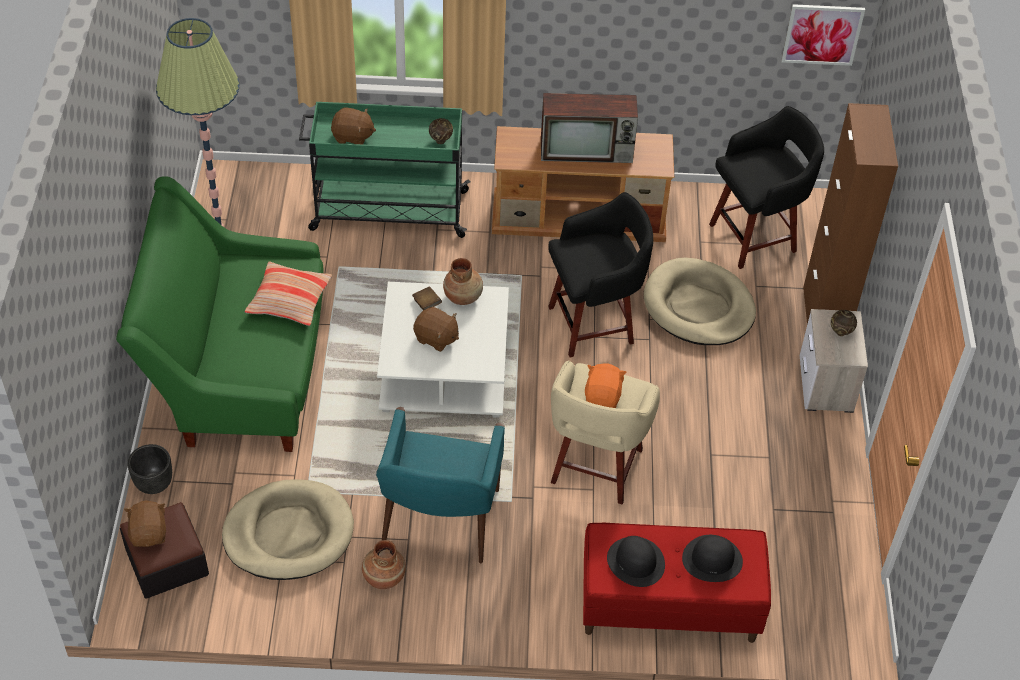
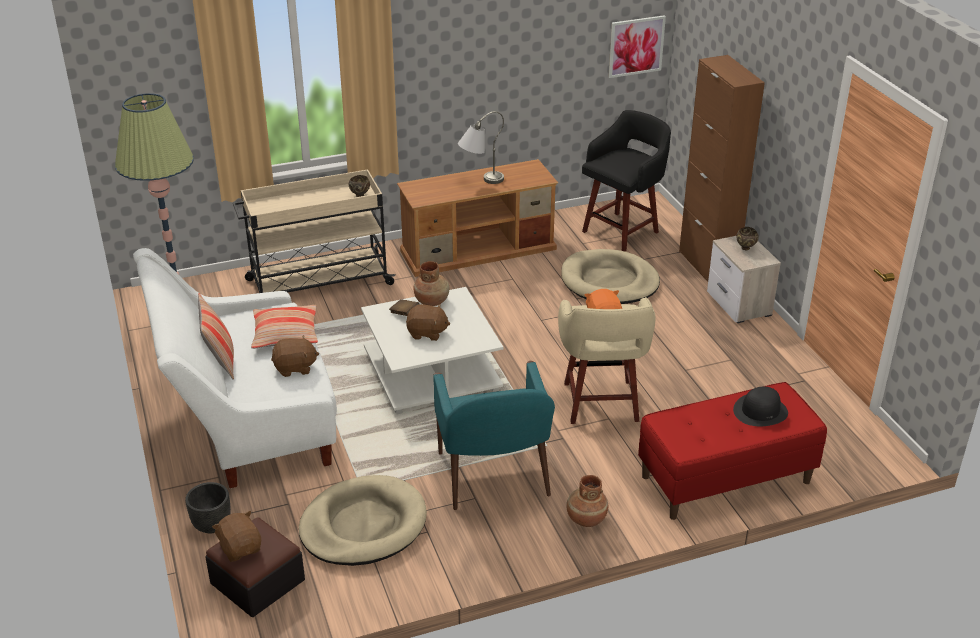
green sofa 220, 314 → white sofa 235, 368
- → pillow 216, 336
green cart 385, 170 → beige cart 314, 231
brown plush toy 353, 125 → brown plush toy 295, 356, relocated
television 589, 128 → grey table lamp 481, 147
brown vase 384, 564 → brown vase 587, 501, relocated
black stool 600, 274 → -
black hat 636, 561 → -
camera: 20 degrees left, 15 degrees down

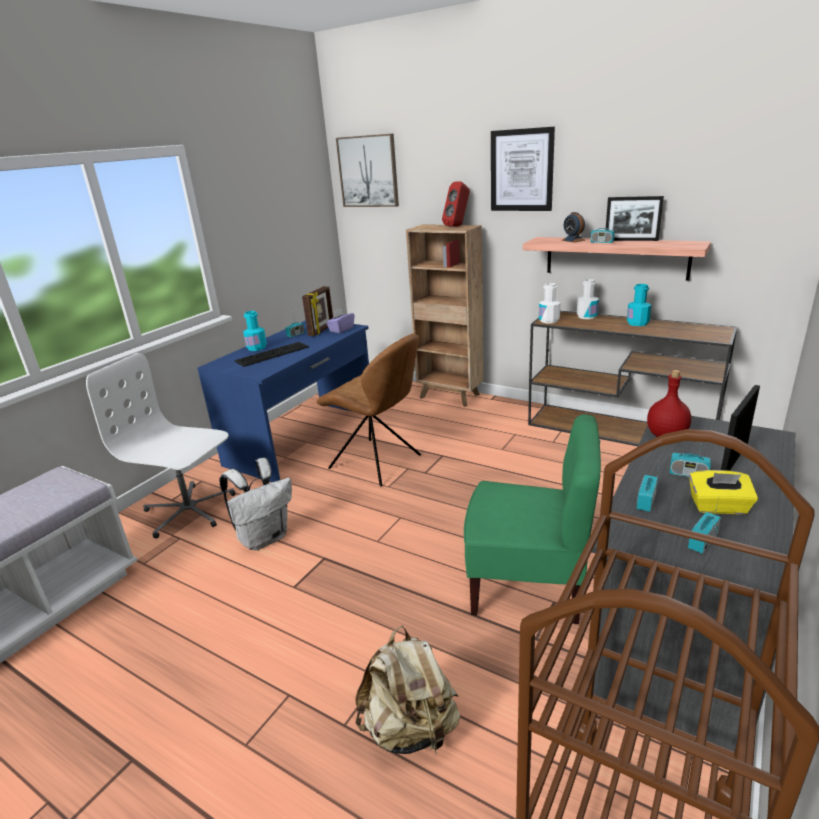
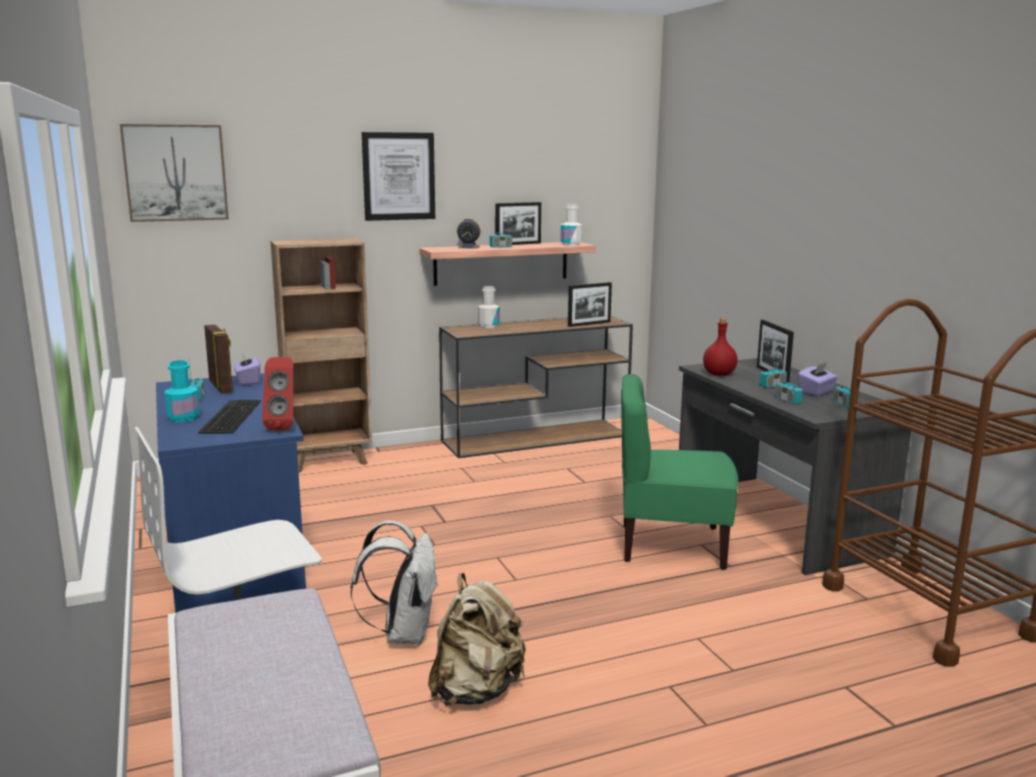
red speaker 456, 204 → red speaker 277, 394, relocated
beige backpack 407, 690 → beige backpack 477, 639, relocated
white bottle 549, 303 → white bottle 571, 224, relocated
- → picture frame 590, 304
green chair 532, 519 → green chair 679, 472, 135 degrees counterclockwise
yellow tissue box 723, 492 → purple tissue box 817, 379
brown chair 369, 410 → -
turquoise bottle 639, 305 → -
camera: 55 degrees left, 10 degrees down

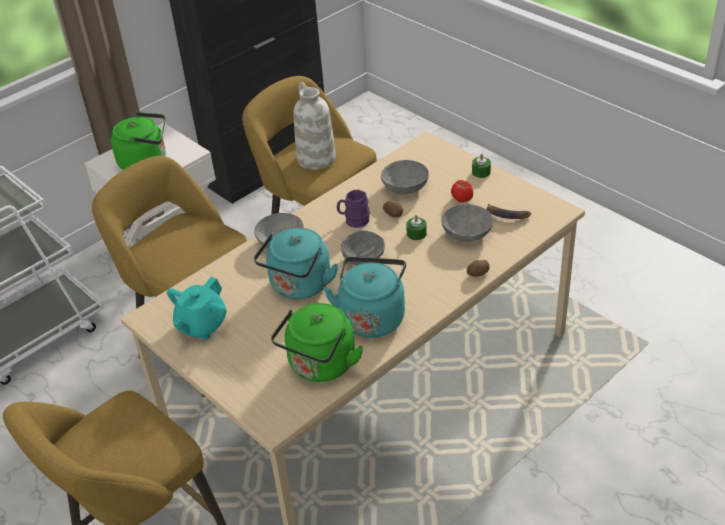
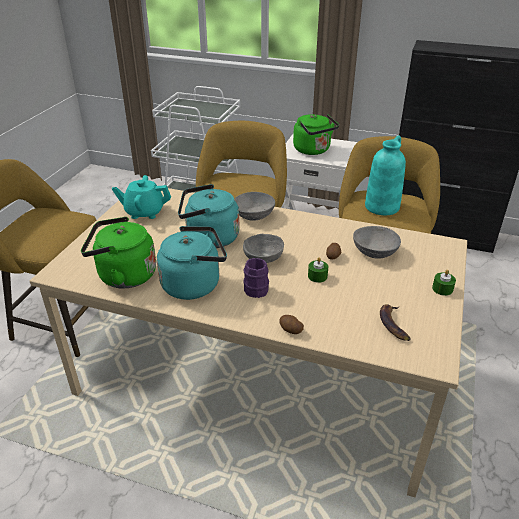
purple mug 353, 209 → purple mug 256, 278, relocated
white vase 315, 126 → turquoise vase 385, 175
grey bowl 467, 223 → -
tomato 462, 191 → -
camera: 60 degrees right, 5 degrees down

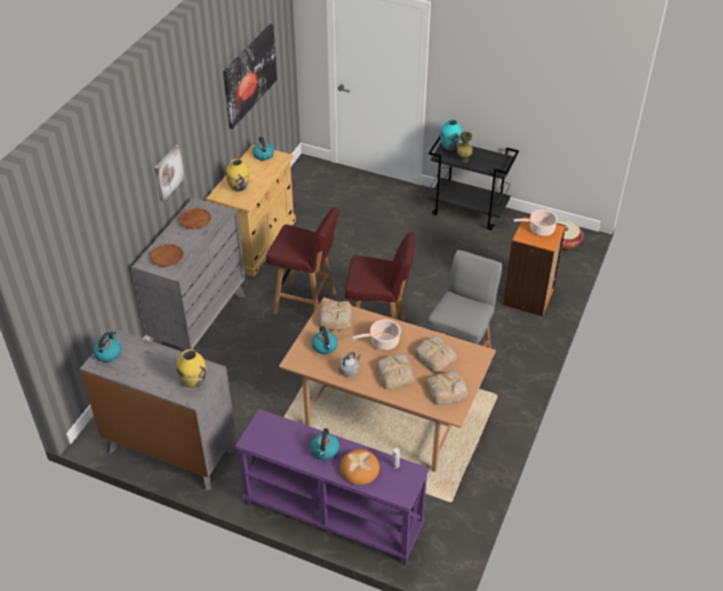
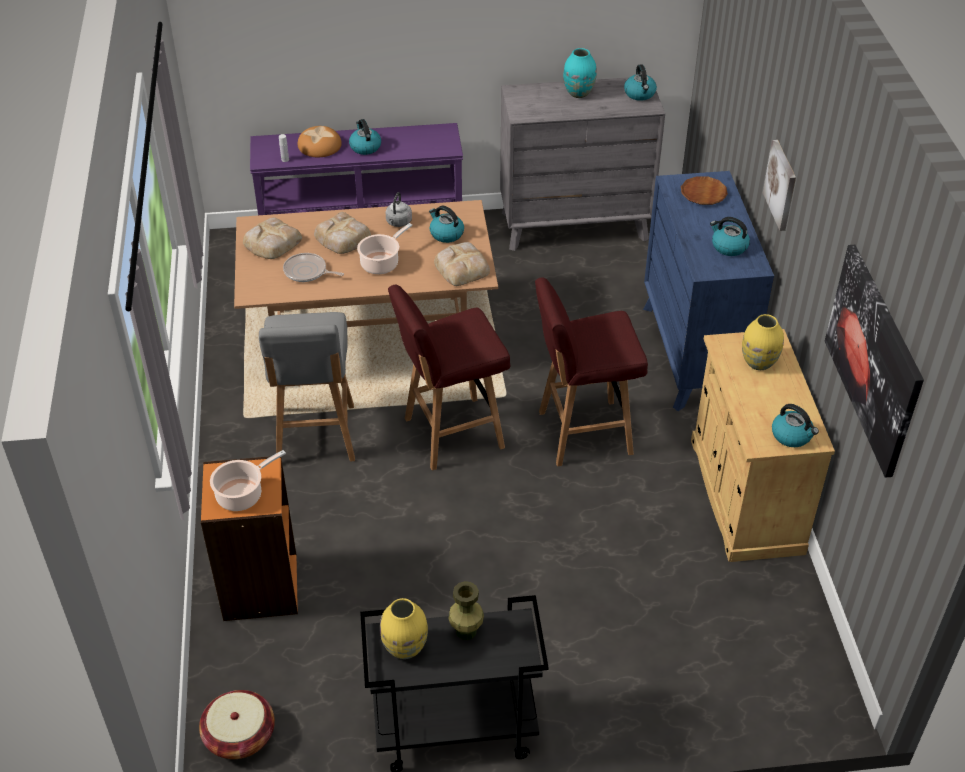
bread 435, 354 → frying pan 313, 267
yellow vase 192, 368 → yellow vase 404, 628, relocated
turquoise vase 451, 134 → turquoise vase 580, 73, relocated
grey dresser 188, 274 → blue dresser 708, 291
brown plate 195, 218 → kettle 730, 236
camera: 150 degrees right, 0 degrees up

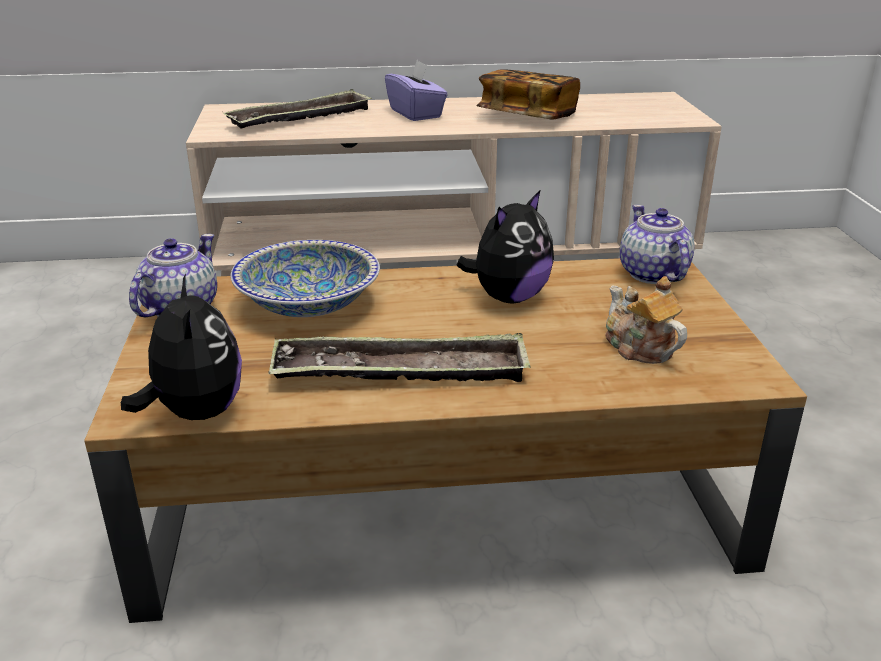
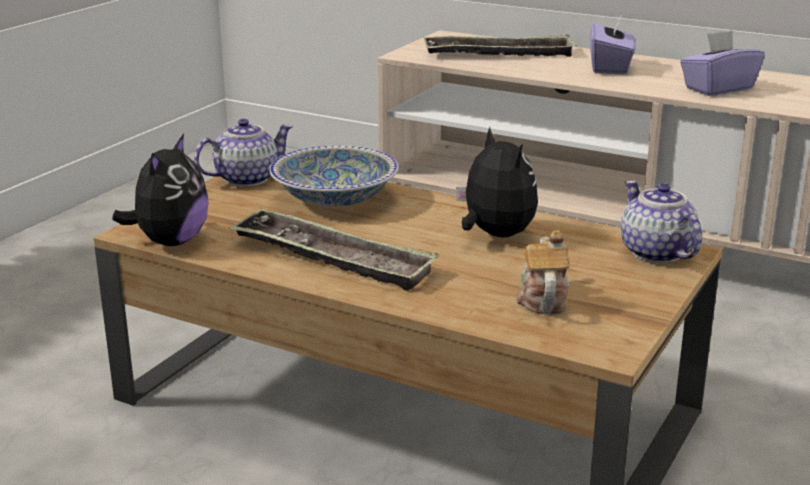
plush toy 505, 246 → plush toy 497, 182, 105 degrees counterclockwise
teapot 657, 244 → teapot 661, 222, 45 degrees counterclockwise
book 528, 94 → purple tissue box 722, 63
camera: 35 degrees right, 5 degrees down

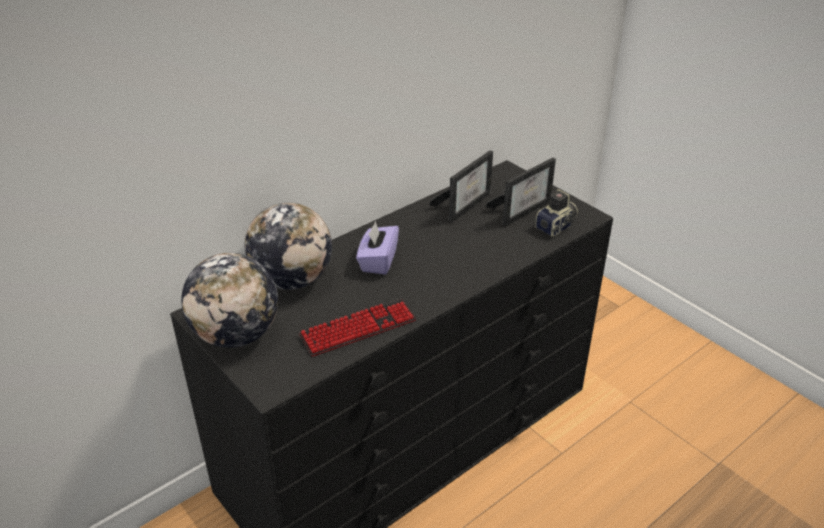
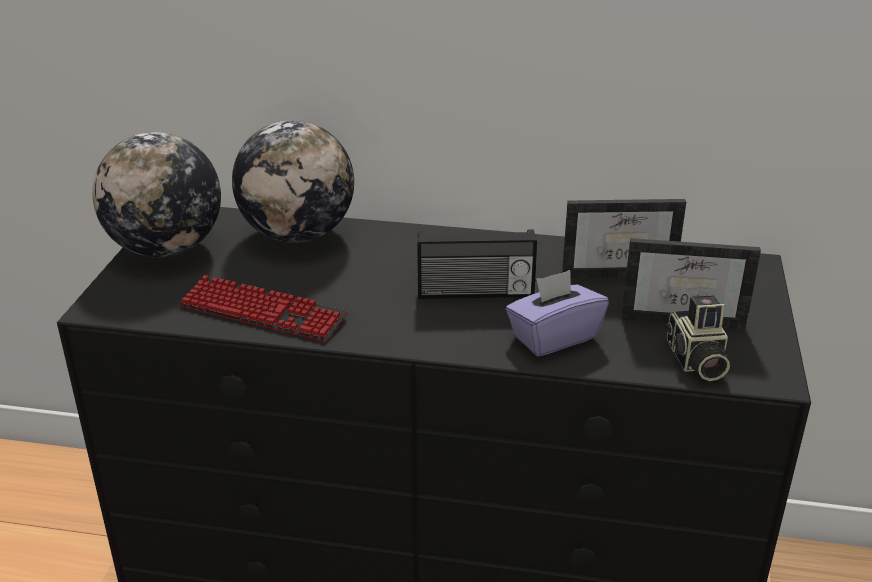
- → radio 477, 264
purple tissue box 377, 248 → purple tissue box 557, 313, relocated
photo camera 556, 213 → photo camera 697, 338, 75 degrees clockwise
camera: 50 degrees right, 5 degrees down

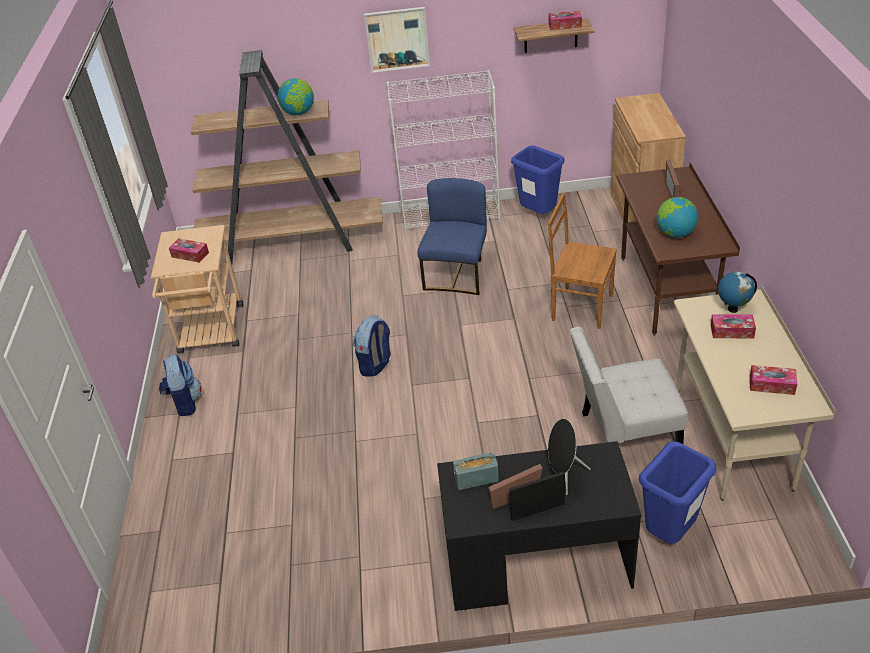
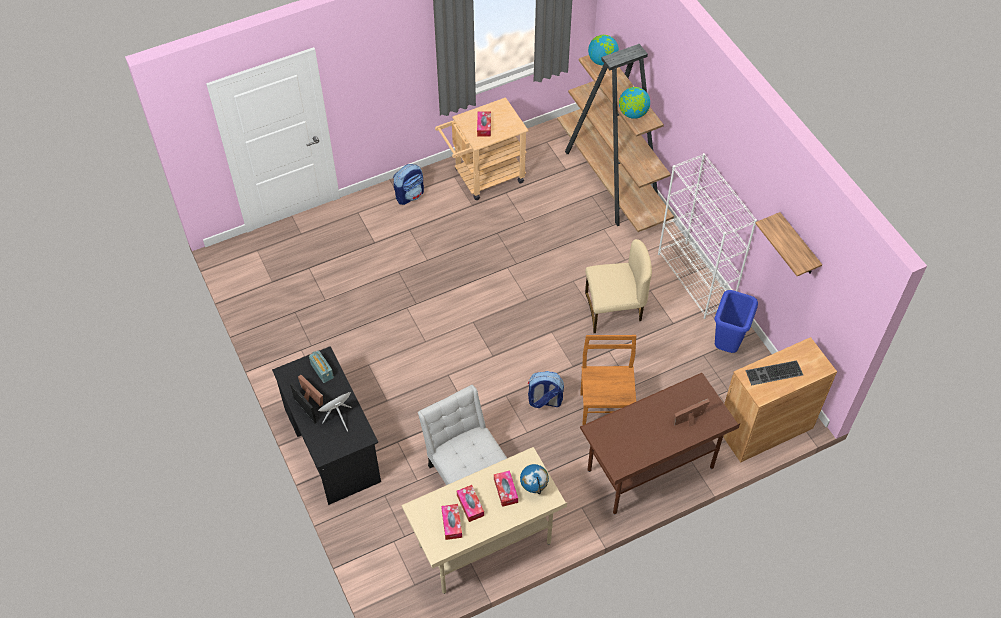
tissue box 565, 20 → tissue box 470, 503, relocated
backpack 372, 346 → backpack 546, 389, relocated
blue chair 452, 236 → beige chair 618, 286
globe 677, 217 → globe 603, 50, relocated
- → keyboard 774, 372
picture 397, 40 → -
blue trash can 677, 493 → -
camera: 65 degrees right, 15 degrees up

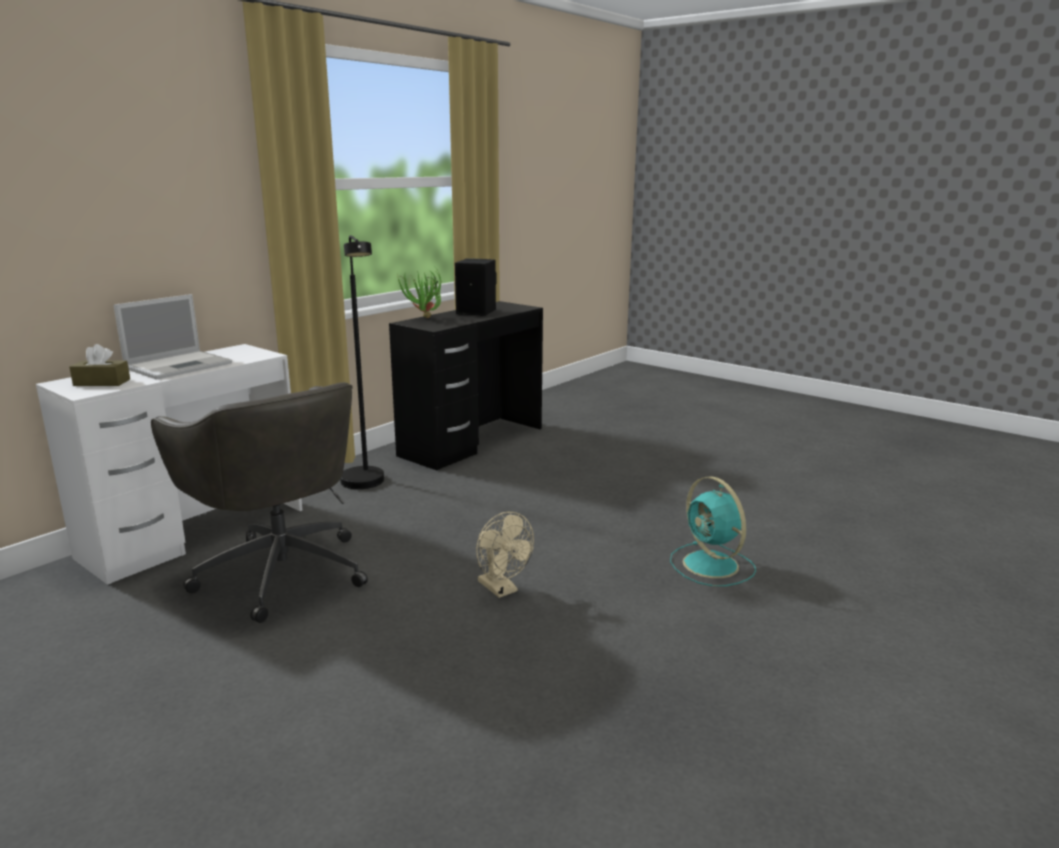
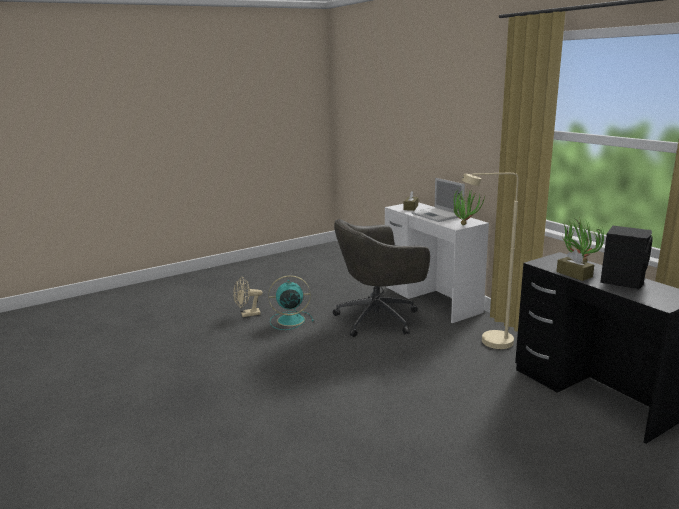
beige fan 505, 555 → beige fan 248, 297, relocated
turquoise fan 713, 531 → turquoise fan 291, 302, relocated
- → potted plant 469, 207
black floor lamp 362, 362 → beige floor lamp 490, 261
- → brown tissue box 575, 265
camera: 110 degrees right, 0 degrees up

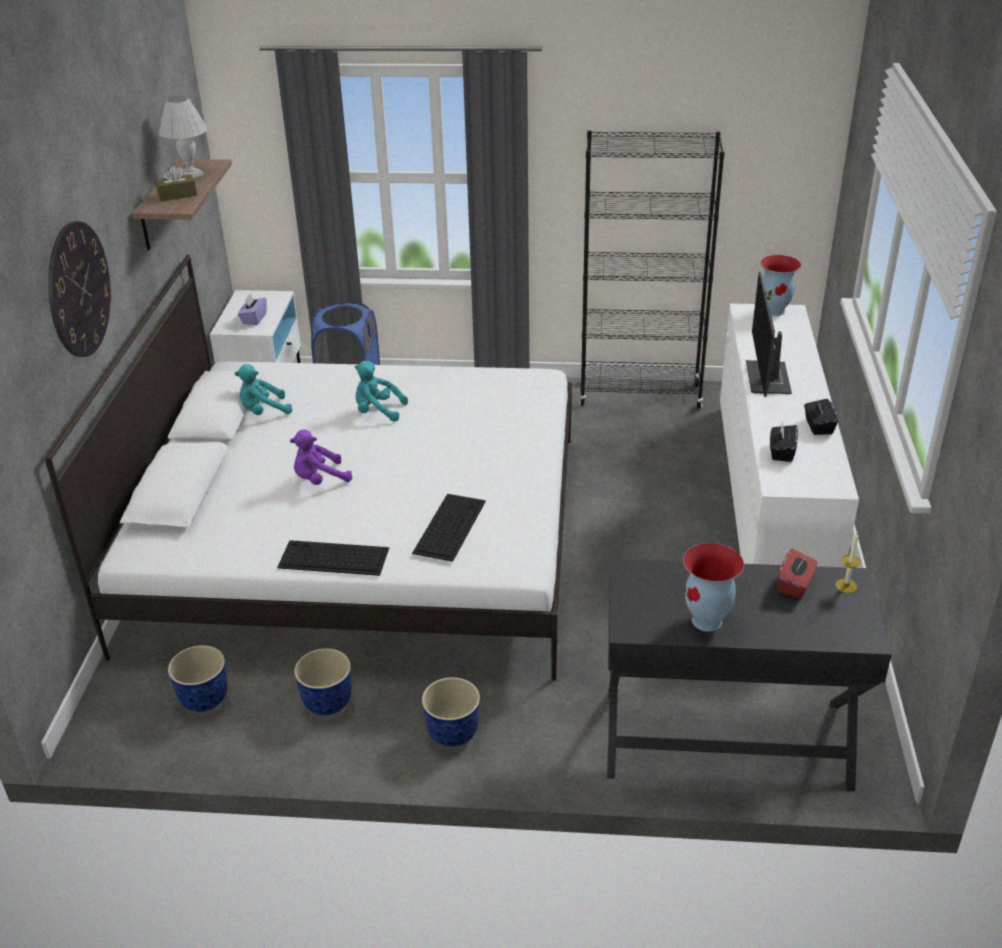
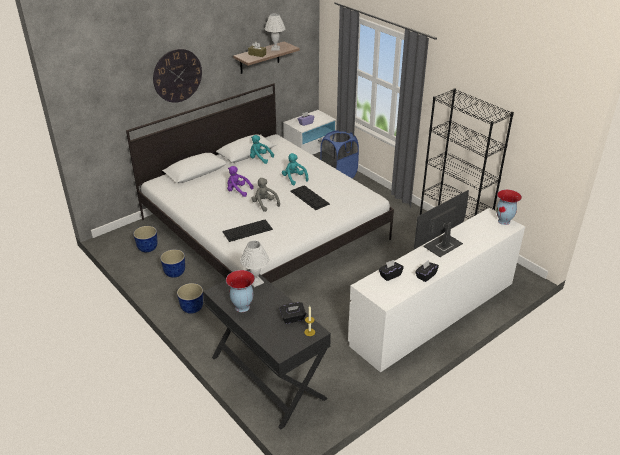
- → white table lamp 254, 264
- → grey plush toy 265, 195
red tissue box 797, 573 → black tissue box 292, 313
keyboard 333, 558 → keyboard 310, 197, relocated
camera: 45 degrees right, 0 degrees up

